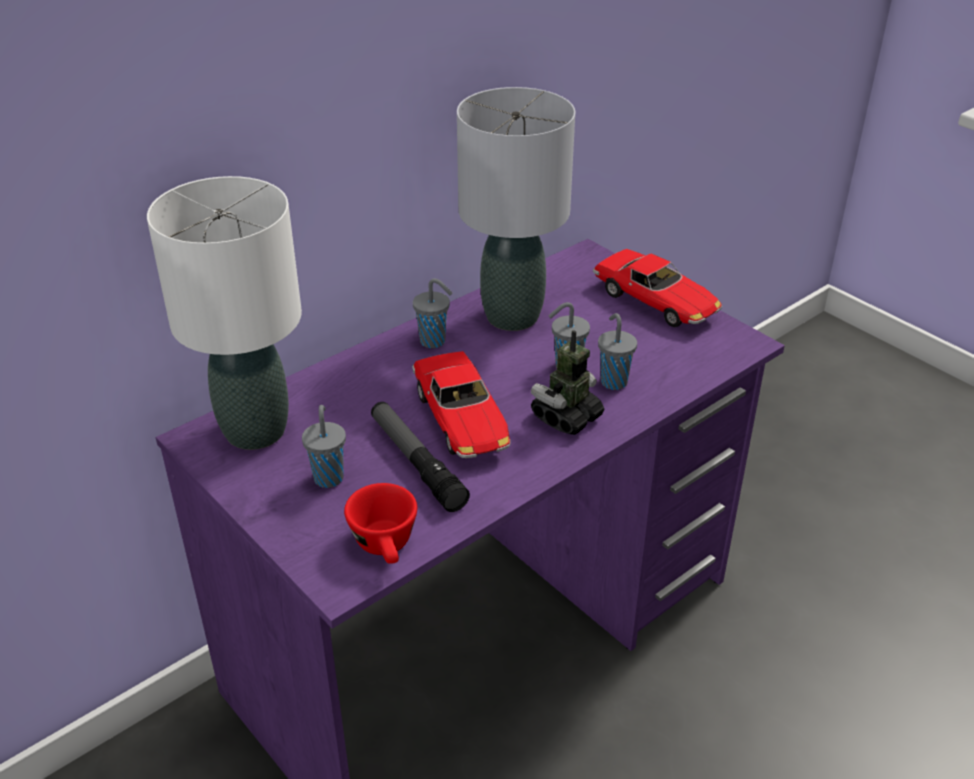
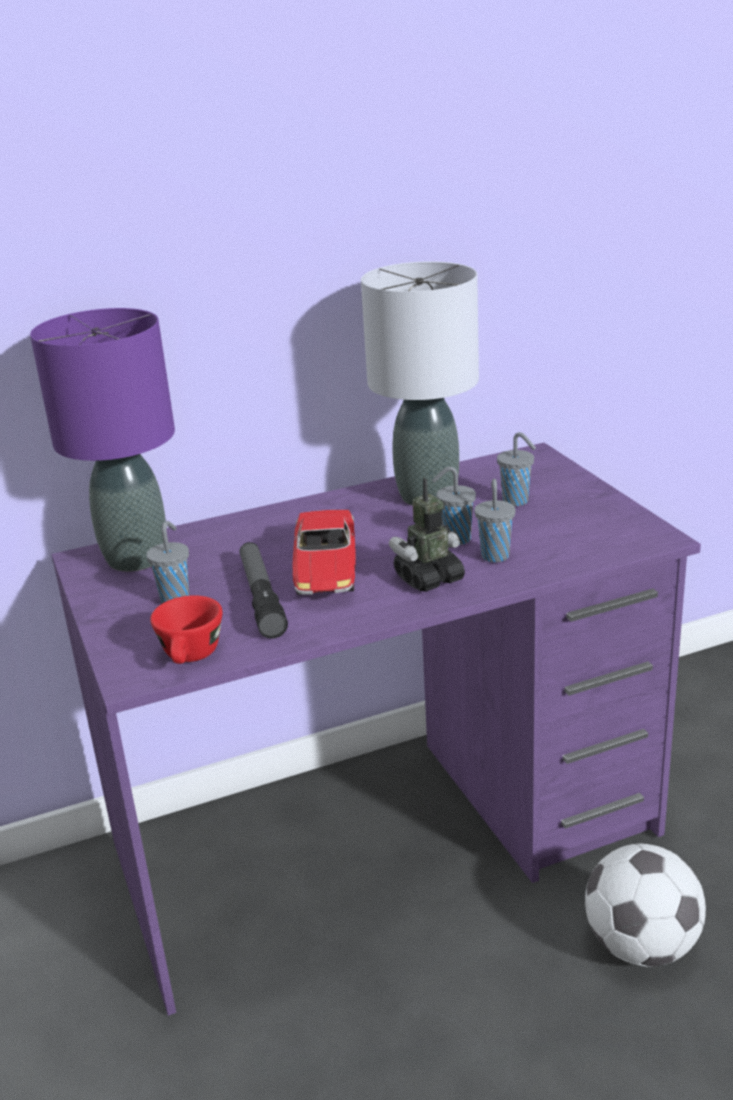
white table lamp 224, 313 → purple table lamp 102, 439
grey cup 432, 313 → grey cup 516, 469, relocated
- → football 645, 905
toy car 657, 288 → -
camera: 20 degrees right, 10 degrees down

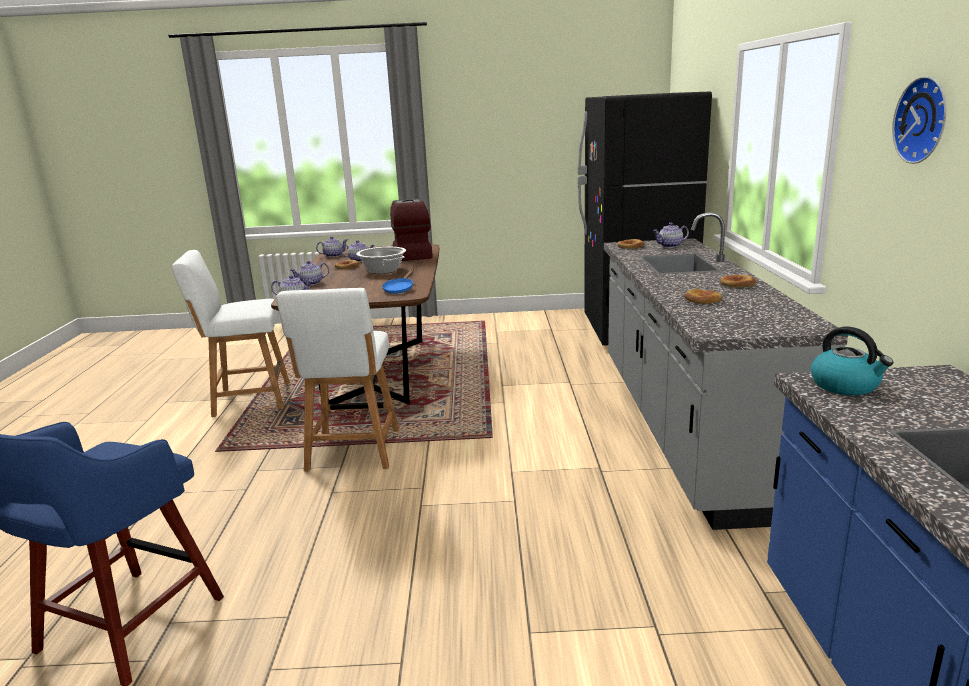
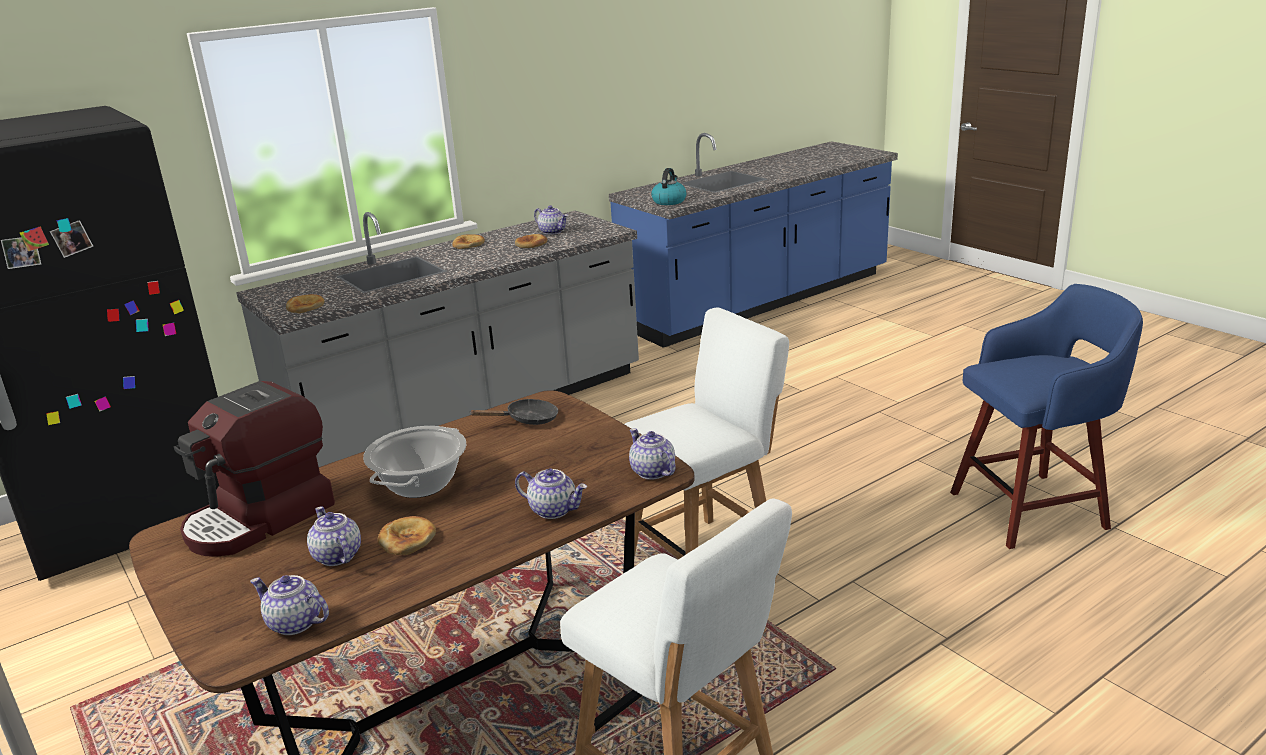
blue frying pan 398, 281 → black frying pan 513, 412
teapot 671, 235 → teapot 551, 220, relocated
wall clock 919, 120 → -
camera: 125 degrees left, 5 degrees up

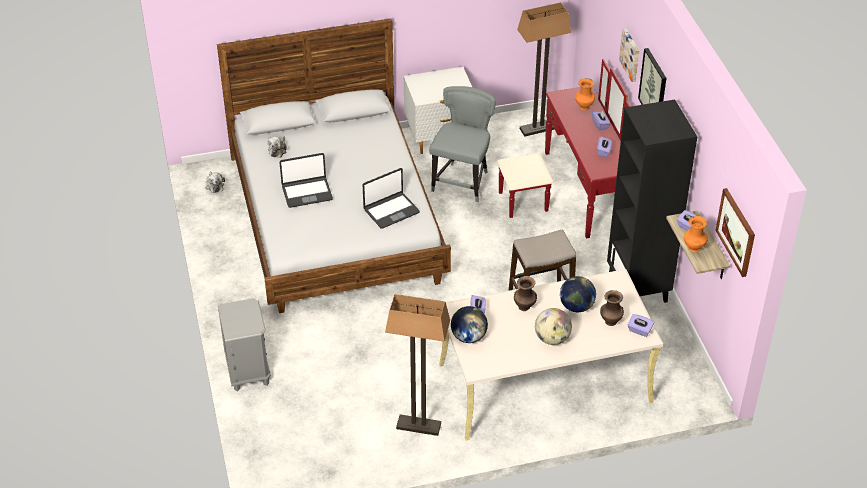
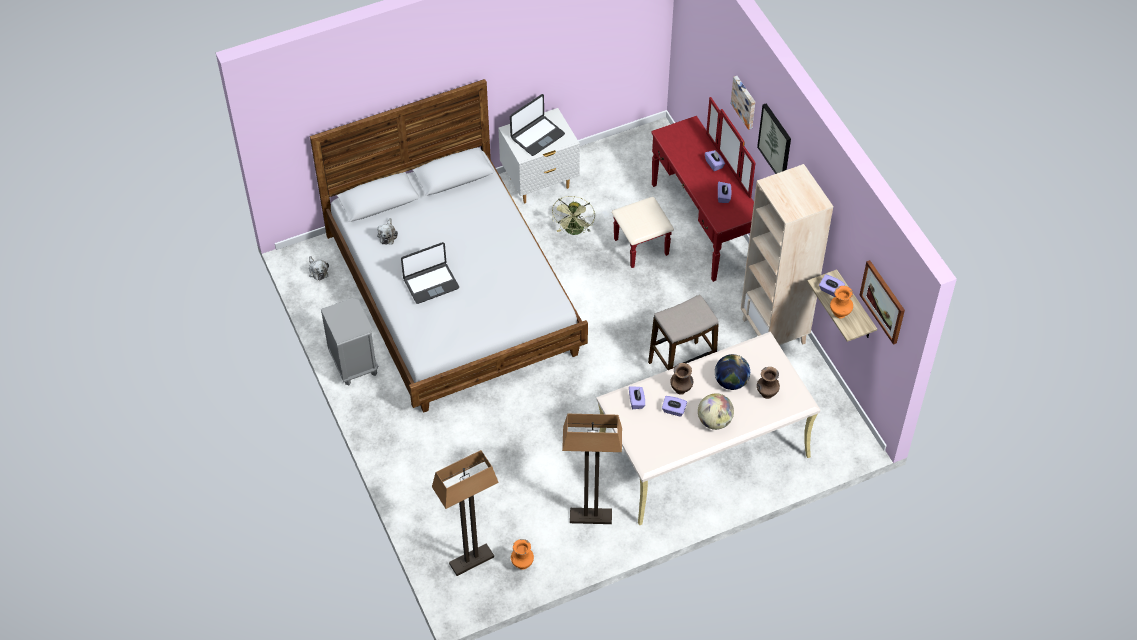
grey nightstand 244, 344 → grey nightstand 349, 341, relocated
floor lamp 544, 69 → floor lamp 465, 513, relocated
laptop 391, 198 → laptop 537, 125, relocated
orange vase 585, 94 → orange vase 522, 554, relocated
grey chair 462, 144 → green fan 573, 215
purple tissue box 641, 325 → purple tissue box 674, 406, relocated
black bookcase 652, 201 → beige bookcase 787, 254
globe 469, 324 → -
camera: 10 degrees left, 10 degrees up

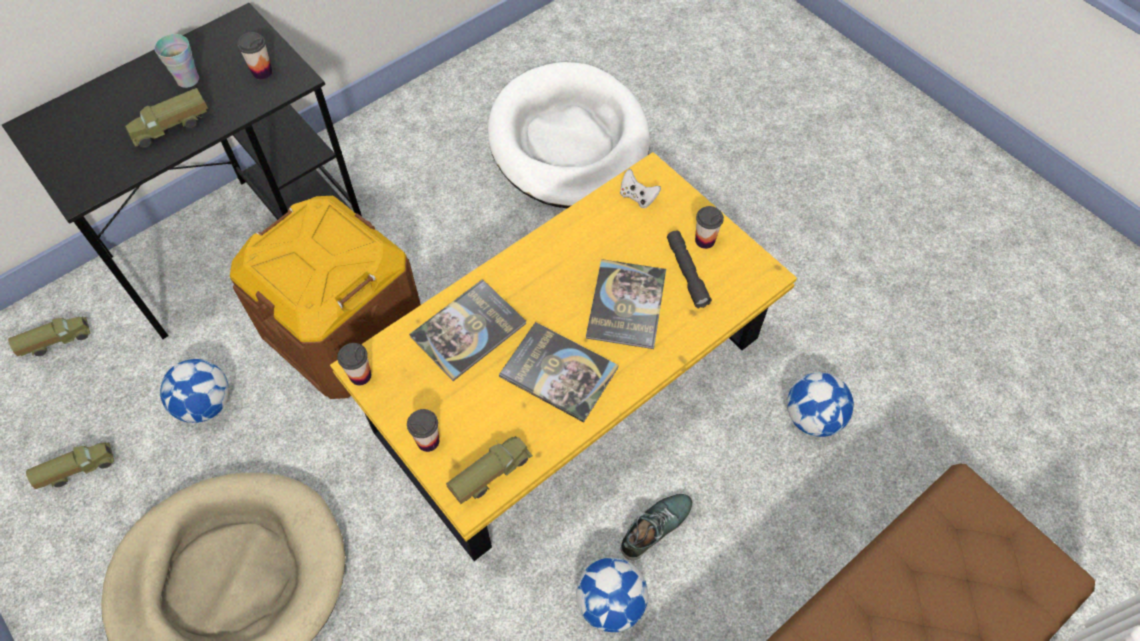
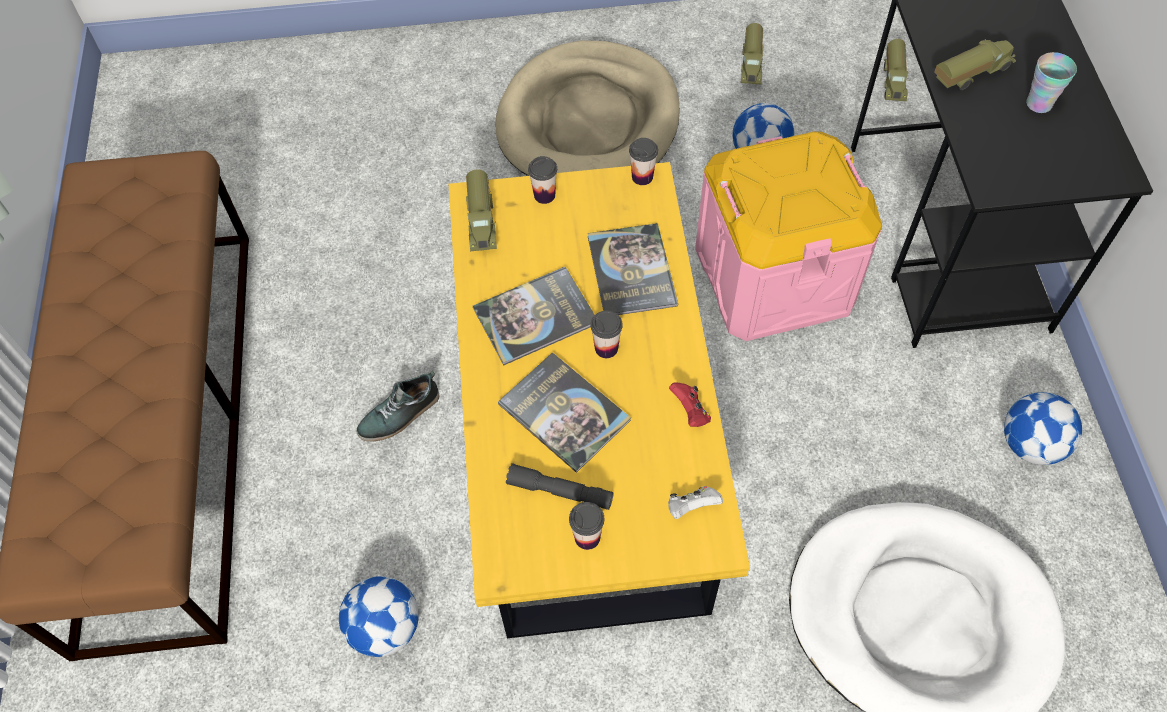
shoe 657, 527 → shoe 397, 406, 60 degrees clockwise
cup 254, 56 → cup 606, 334, relocated
- → red game controller 690, 404
brown storage box 325, 297 → pink storage box 788, 236
toy truck 166, 118 → toy truck 975, 64, 60 degrees clockwise
football 612, 595 → football 1043, 428, relocated
camera: 125 degrees right, 0 degrees up

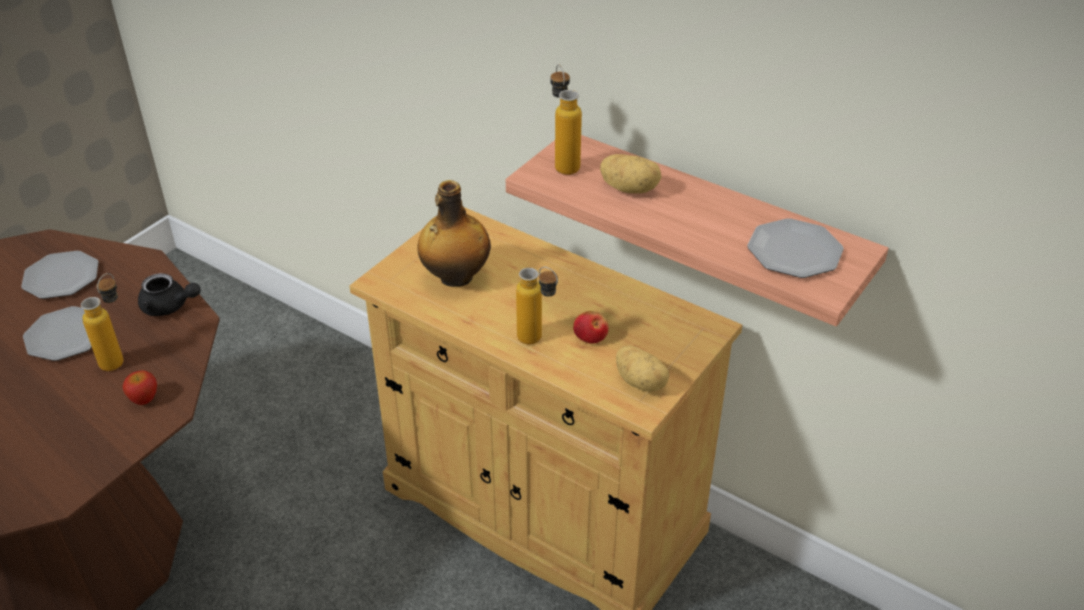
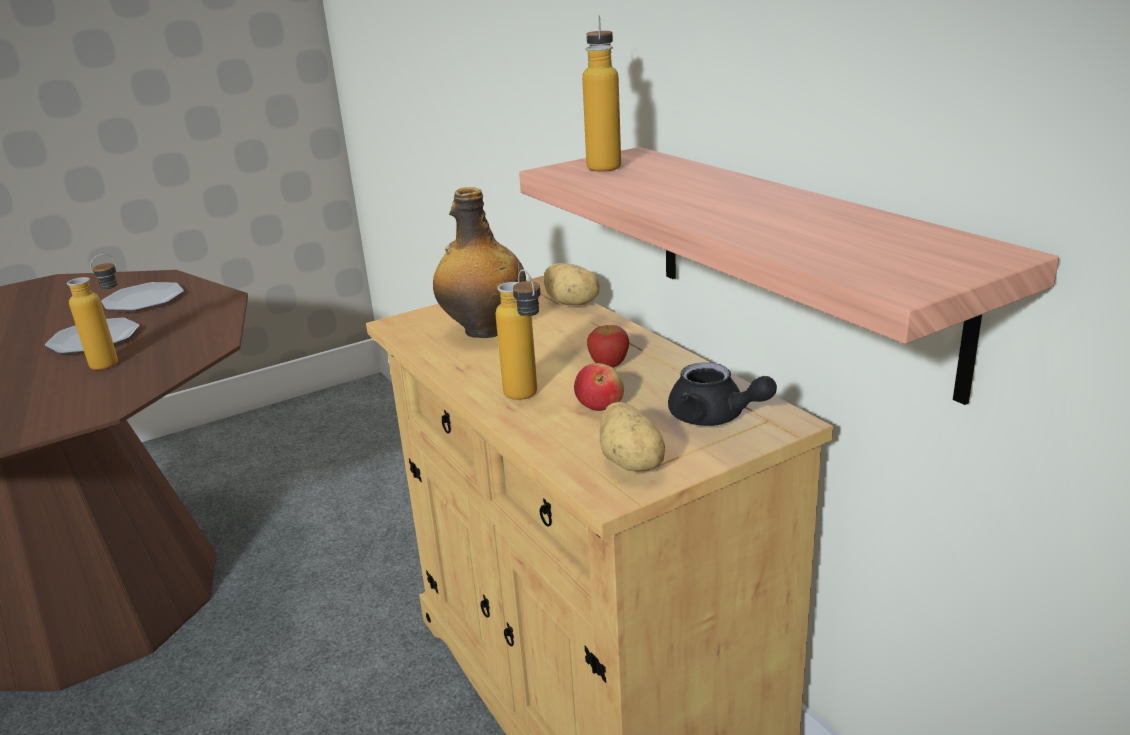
potato 631, 173 → potato 572, 284, relocated
apple 140, 387 → apple 608, 346, relocated
black teapot 169, 294 → black teapot 722, 394, relocated
plate 795, 248 → -
camera: 25 degrees right, 15 degrees down

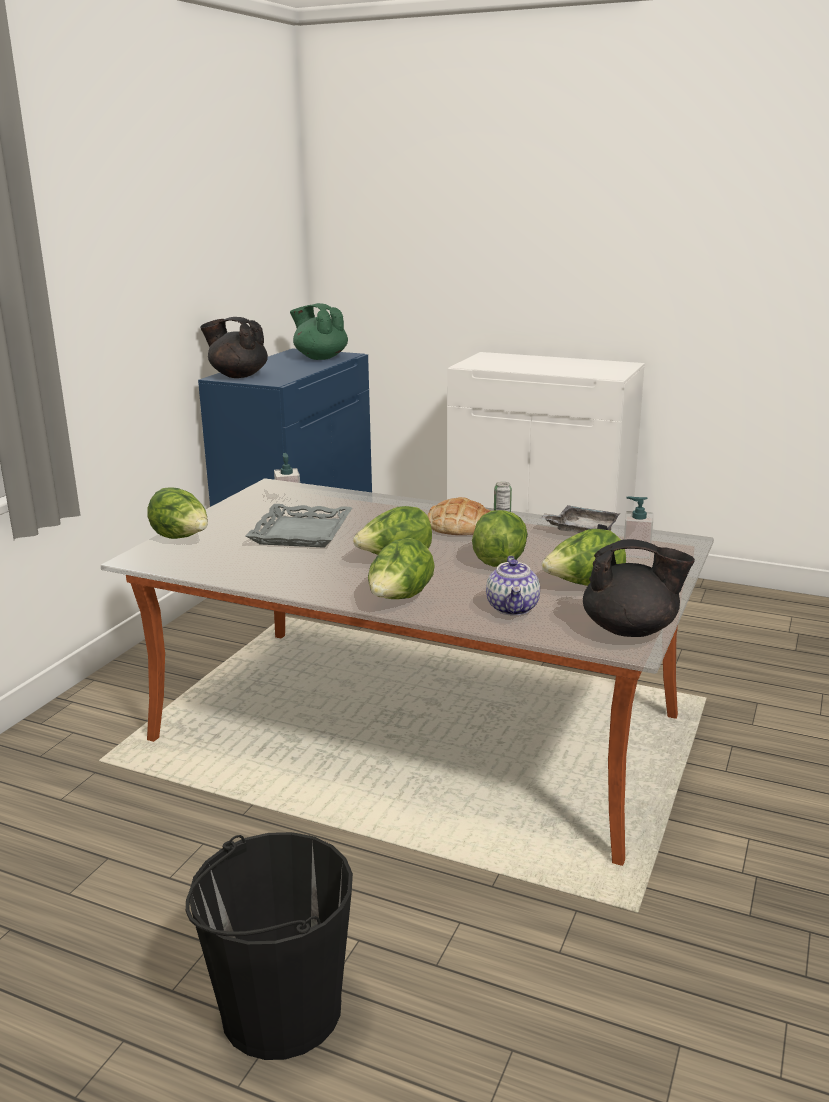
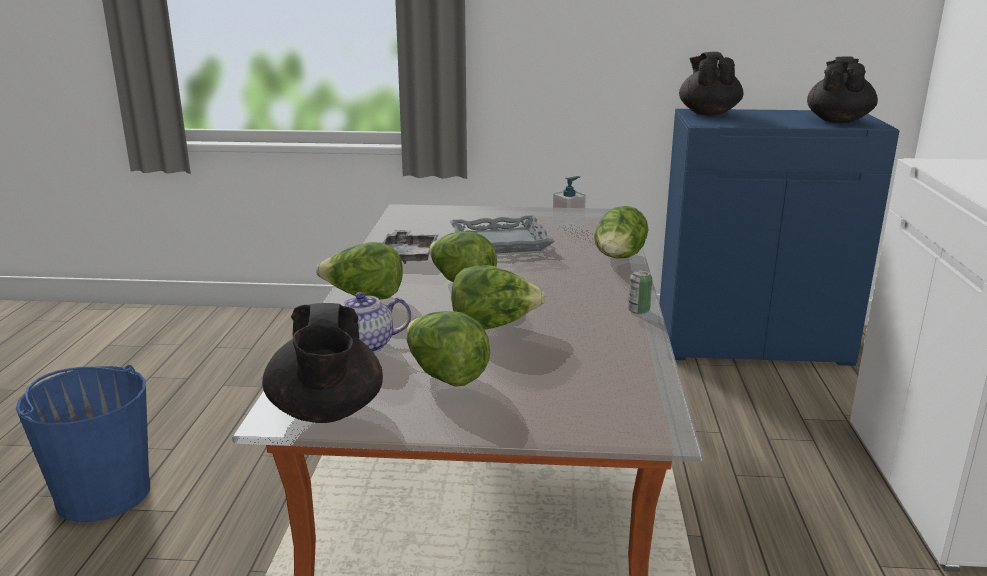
black bucket 269, 946 → blue bucket 83, 443
grey tray 580, 519 → grey tray 410, 247, relocated
lettuce 177, 513 → lettuce 621, 232, relocated
green teapot 319, 331 → black teapot 842, 89
bread 458, 516 → -
soap dispenser 638, 527 → -
camera: 70 degrees right, 0 degrees up

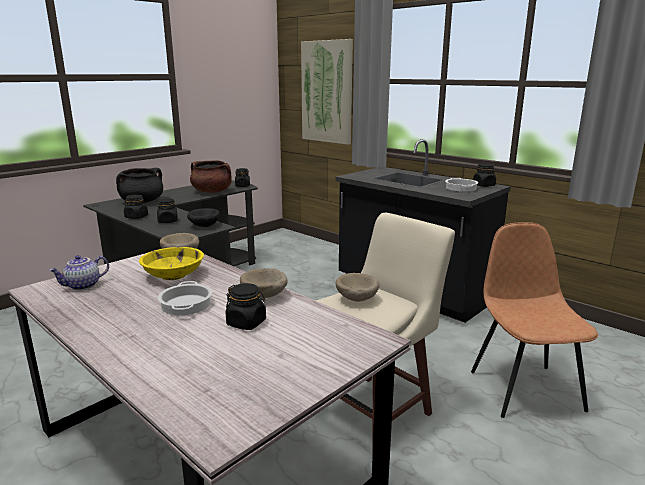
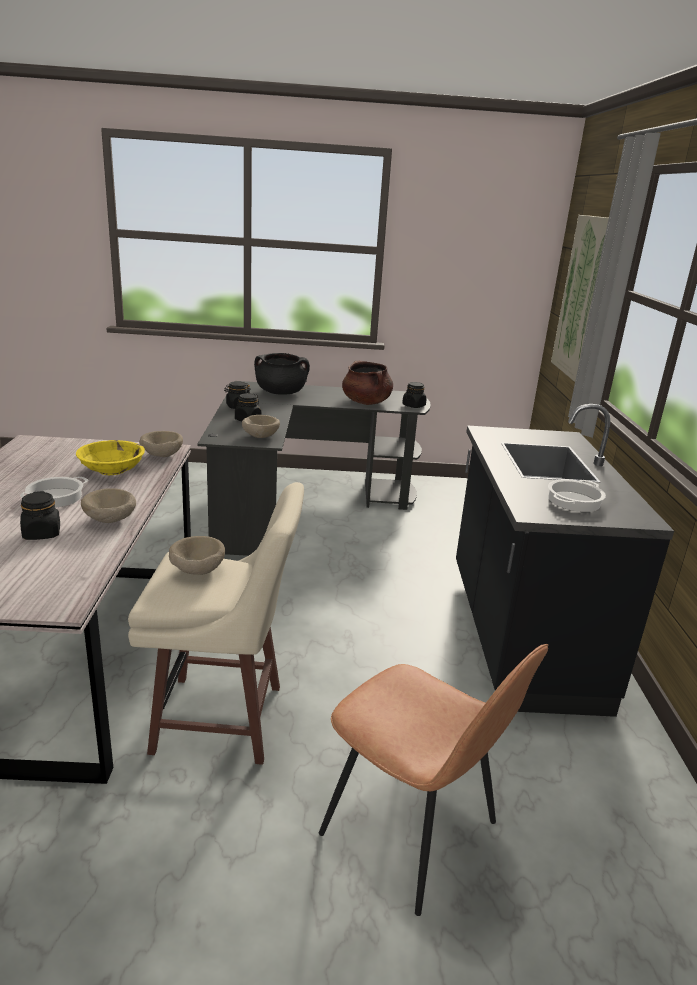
black bowl 203, 217 → beige bowl 261, 426
brown chair 534, 320 → brown chair 433, 780, 90 degrees clockwise
teapot 79, 272 → -
black jar 484, 175 → -
camera: 45 degrees right, 5 degrees up

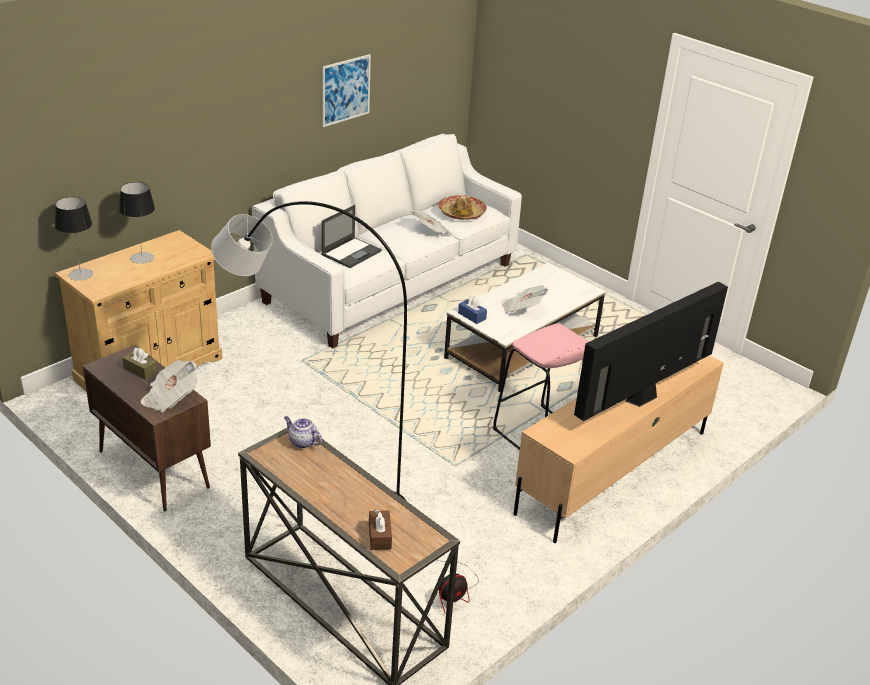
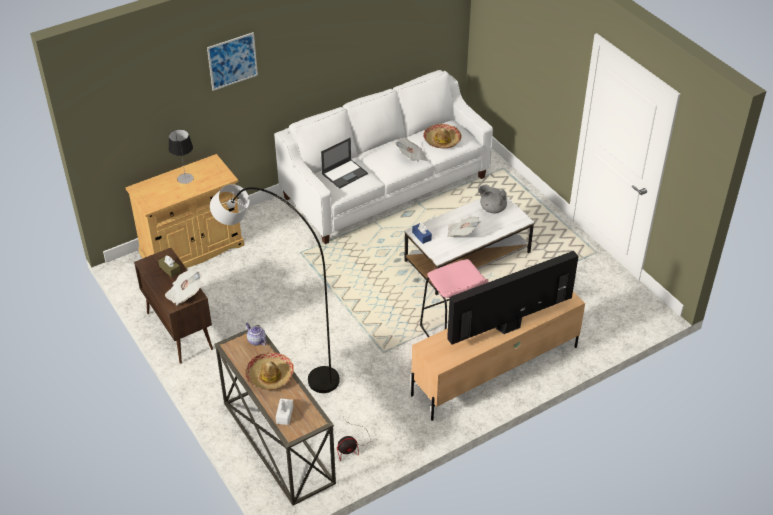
picture 346, 90 → picture 232, 61, relocated
- → hat 269, 371
brown tissue box 380, 529 → white tissue box 284, 411
- → grey teapot 492, 199
table lamp 74, 239 → -
camera: 15 degrees right, 10 degrees up

